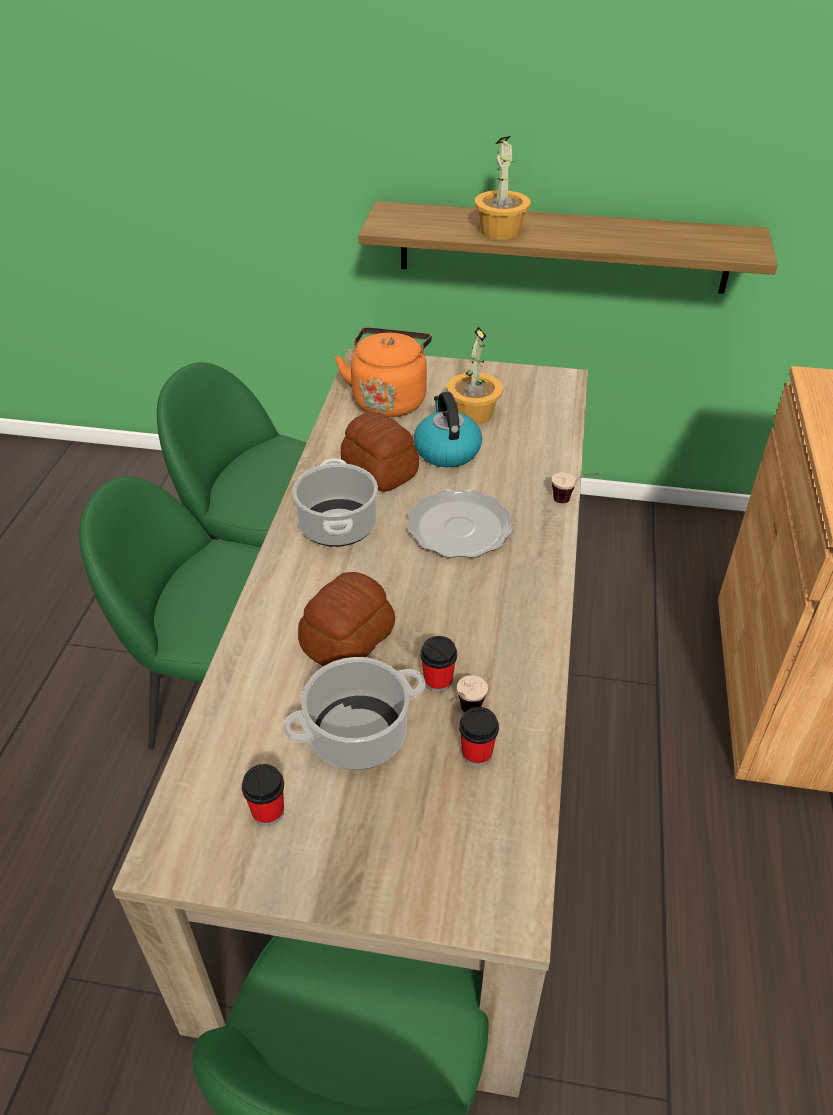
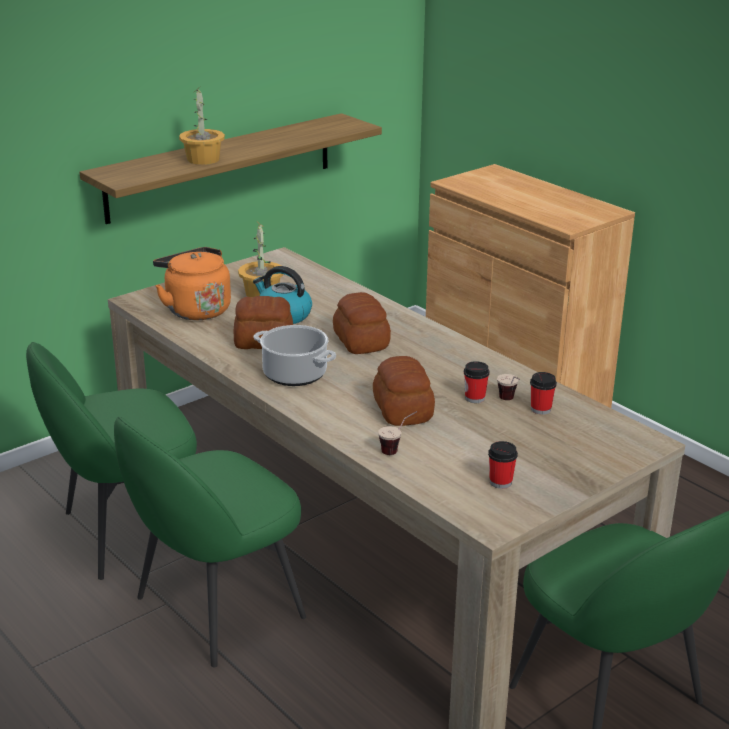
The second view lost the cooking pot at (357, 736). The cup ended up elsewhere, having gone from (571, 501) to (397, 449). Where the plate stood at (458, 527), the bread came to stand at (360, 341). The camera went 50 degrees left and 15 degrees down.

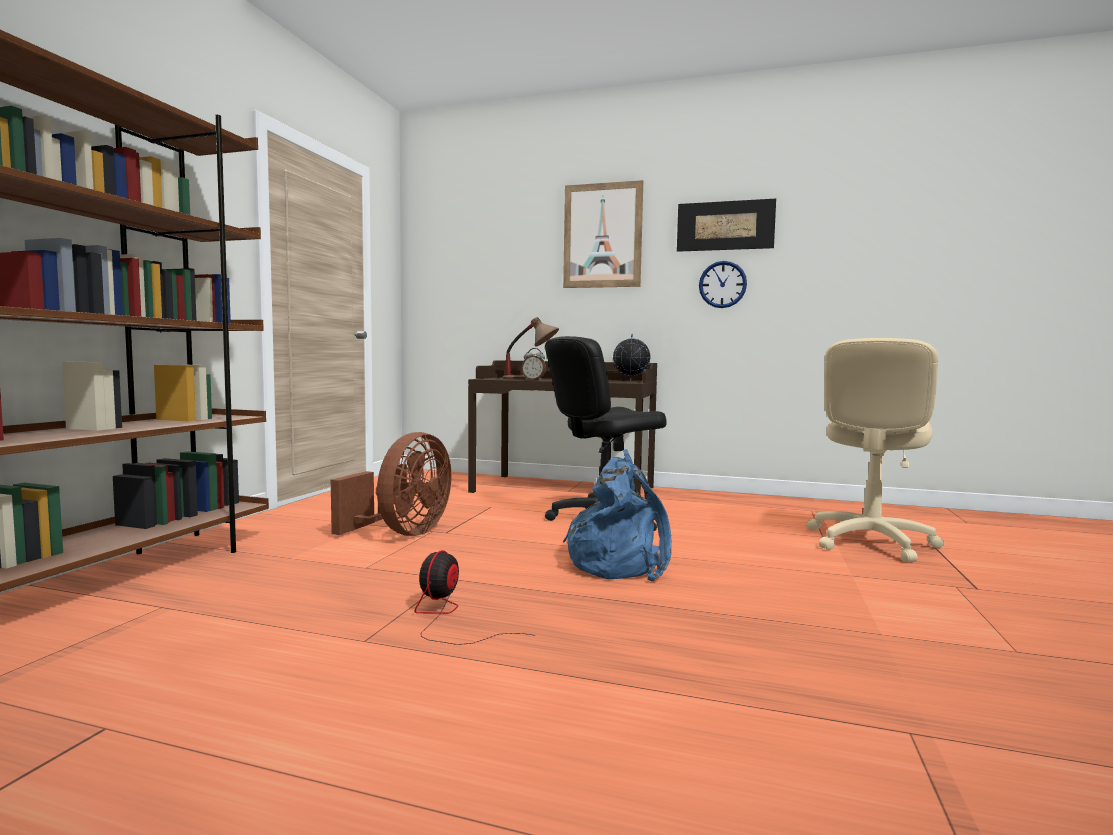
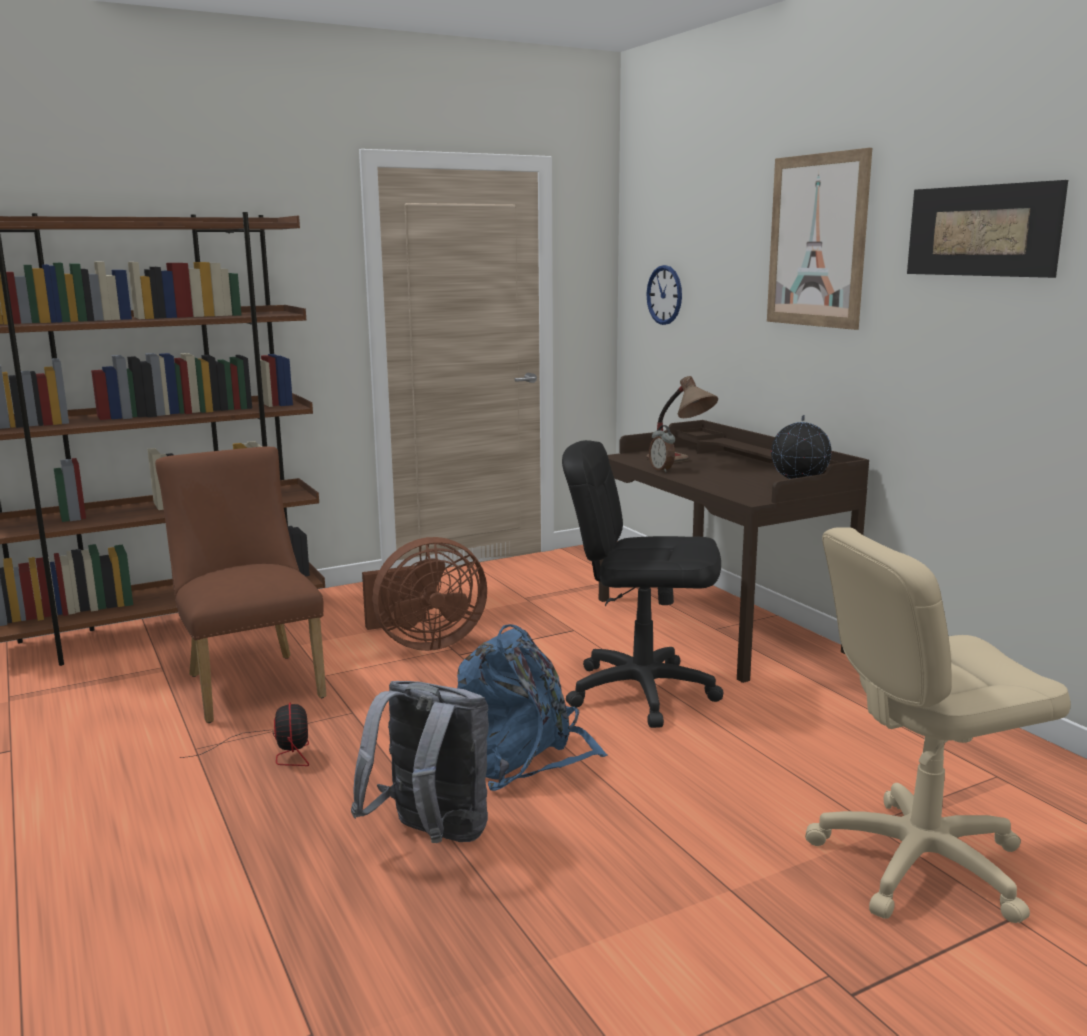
The second view gained the brown chair at (251, 682). The second view gained the grey backpack at (431, 837). The wall clock ended up elsewhere, having gone from (722, 284) to (664, 295). The fan at (448, 617) ended up facing another way, 105 degrees clockwise from before. The camera went 45 degrees right and 10 degrees up.

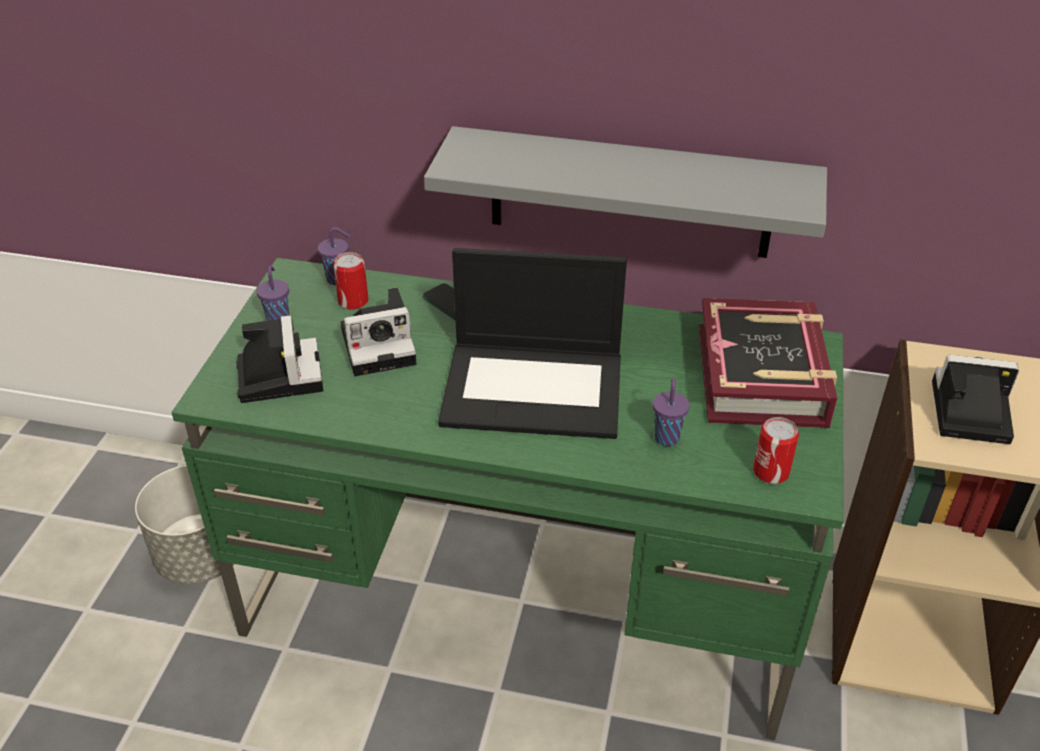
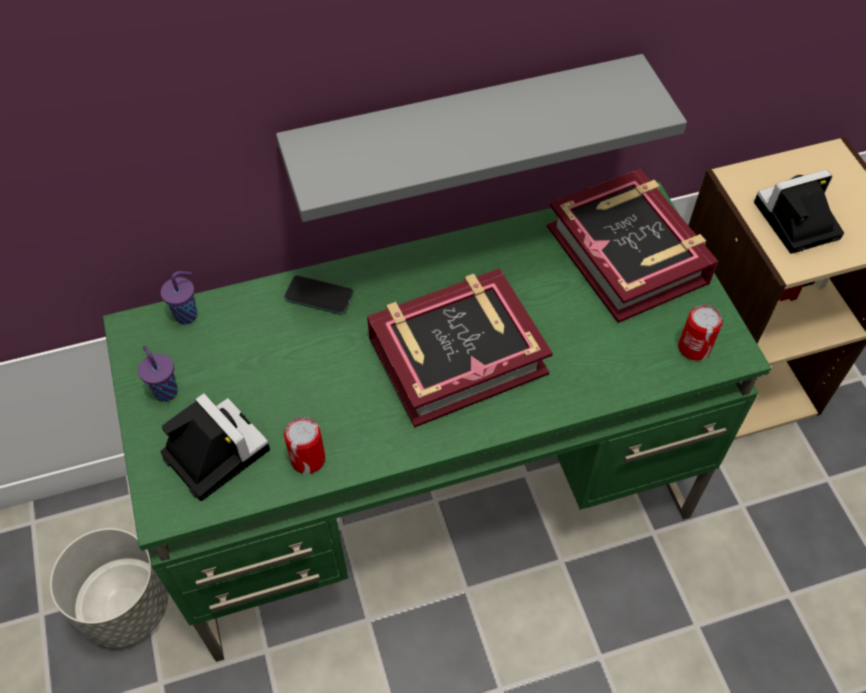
The second view lost the photo camera at (381, 345). The second view lost the purple cup at (666, 436). The can ended up elsewhere, having gone from (353, 301) to (308, 459). Where the laptop stood at (535, 388), the book came to stand at (457, 355). The camera went 30 degrees left and 15 degrees up.

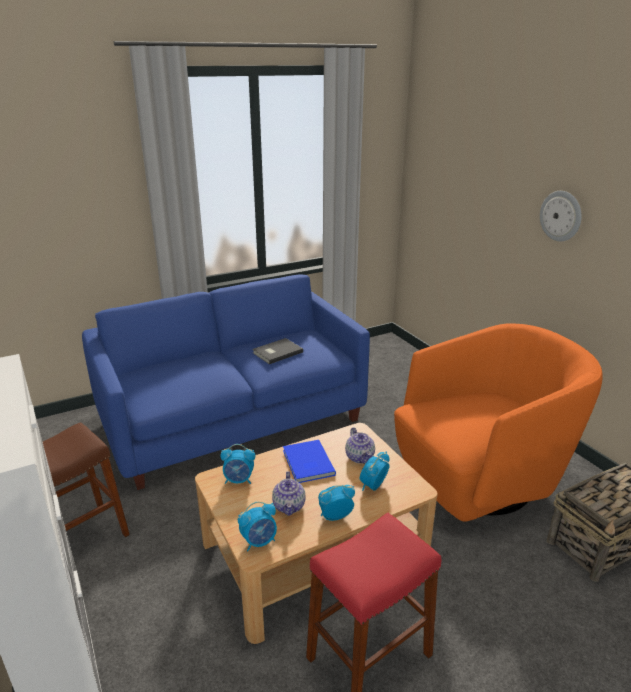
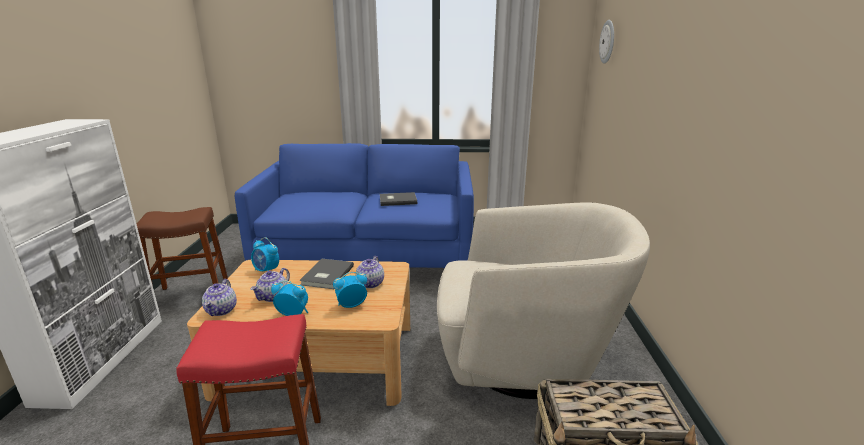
The wall clock ended up elsewhere, having gone from (561, 216) to (608, 42). Where the alarm clock stood at (259, 541), the teapot came to stand at (221, 310). What was the blue book at (307, 463) turned into the grey book at (326, 275). What was the orange armchair at (480, 478) turned into the beige armchair at (524, 359). The camera went 30 degrees right and 5 degrees down.

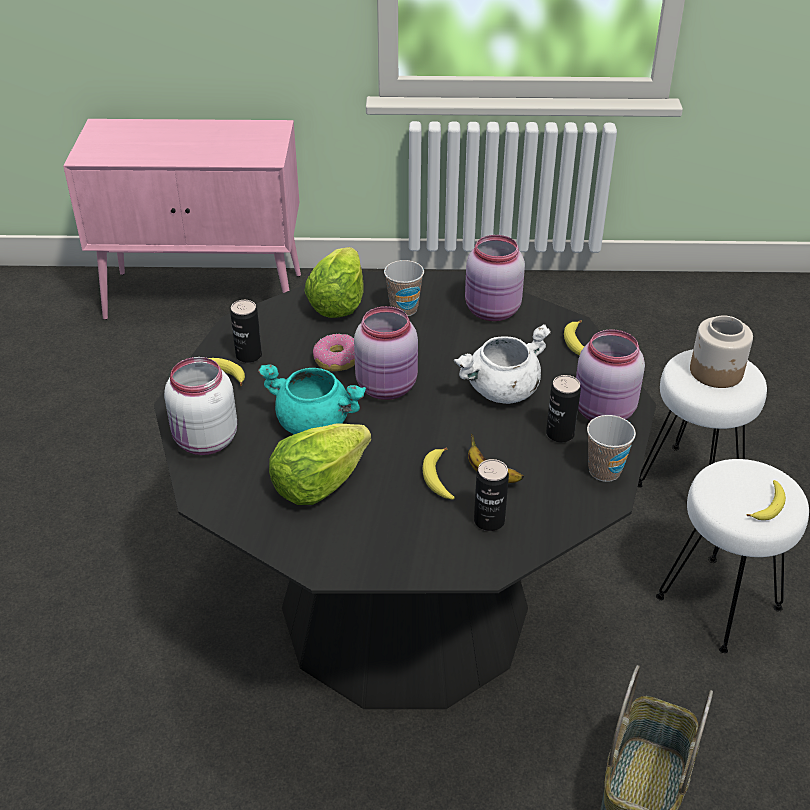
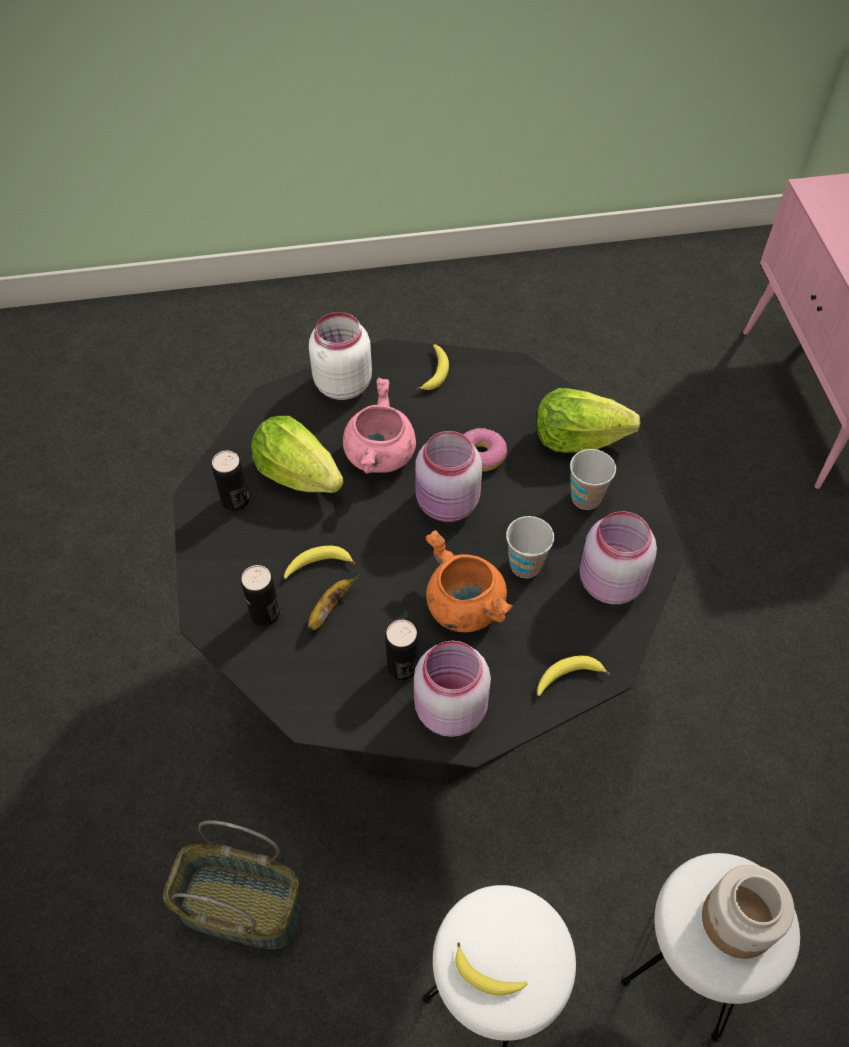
The can ended up elsewhere, having gone from (249, 356) to (235, 500). The cup ended up elsewhere, having gone from (604, 471) to (525, 565). What was the turquoise cooking pot at (315, 423) turned into the pink cooking pot at (381, 456). What was the white cooking pot at (502, 391) turned into the orange cooking pot at (463, 606). The camera went 80 degrees right and 15 degrees up.

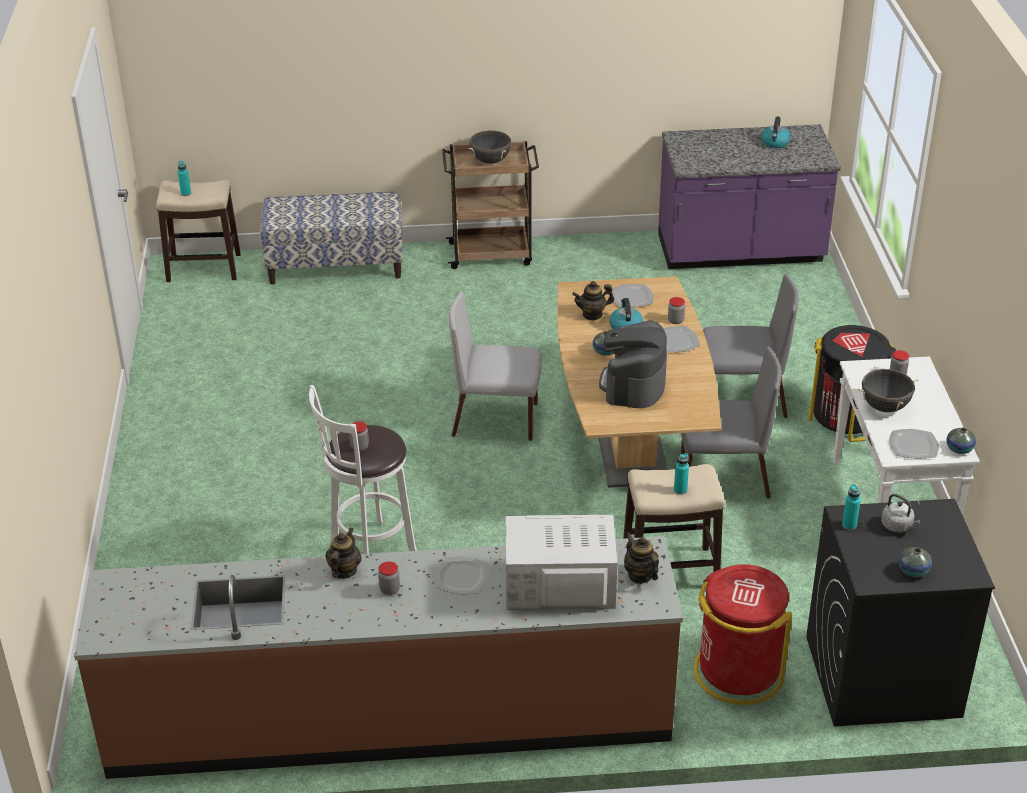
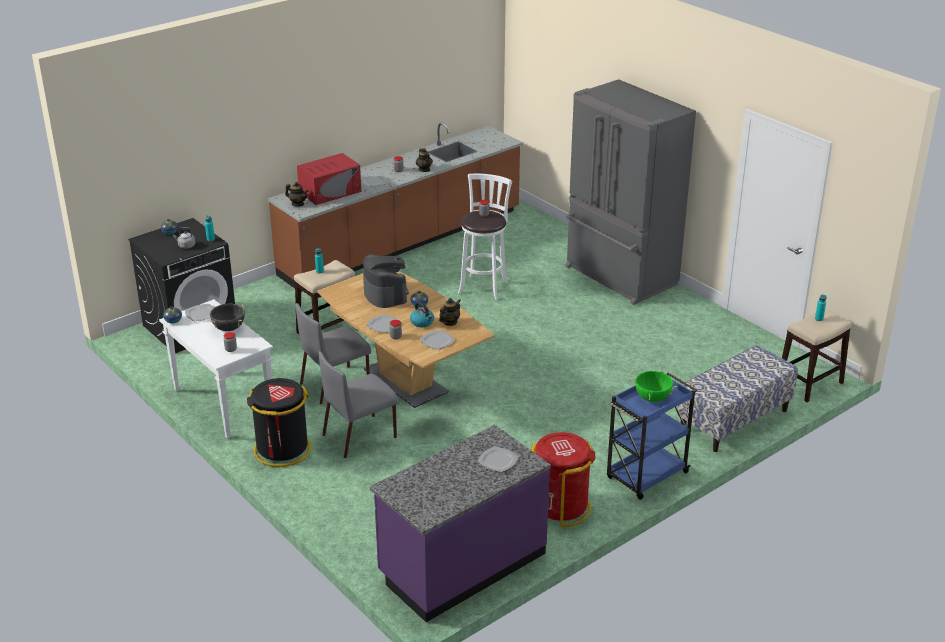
The second view lost the grey chair at (496, 420). The second view lost the kettle at (775, 143). The second view gained the plate at (498, 461). The second view gained the grey fridge at (619, 276). The red trash can ended up elsewhere, having gone from (737, 672) to (561, 507). What was the brown cart at (492, 254) turned into the blue cart at (646, 476). What was the black cooking pot at (490, 161) turned into the green cooking pot at (652, 398). What was the white microwave at (559, 584) turned into the red microwave at (330, 192). The camera went 145 degrees right and 5 degrees down.

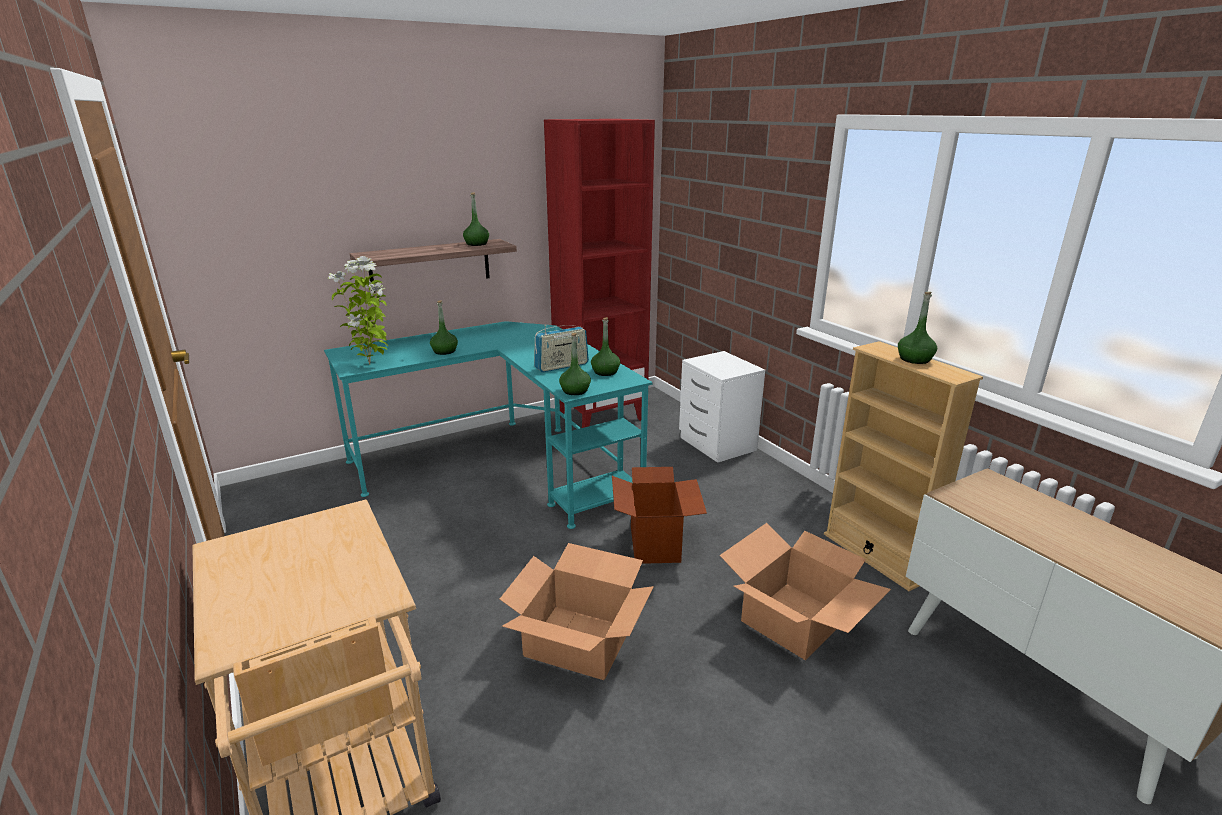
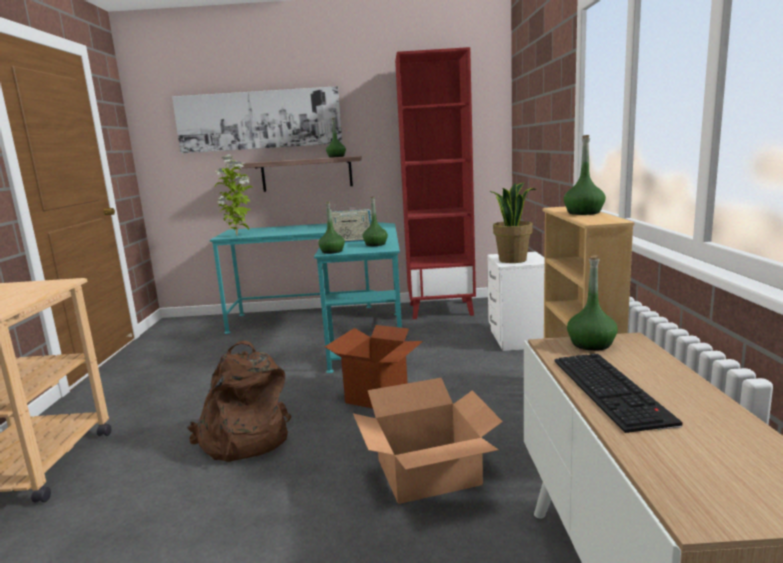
The second view gained the picture at (259, 120). The second view gained the potted plant at (512, 260). The second view gained the keyboard at (612, 390). The green bottle ended up elsewhere, having gone from (444, 351) to (591, 344). Where the cardboard box stood at (578, 640), the brown backpack came to stand at (243, 439). The camera went 30 degrees right and 10 degrees down.

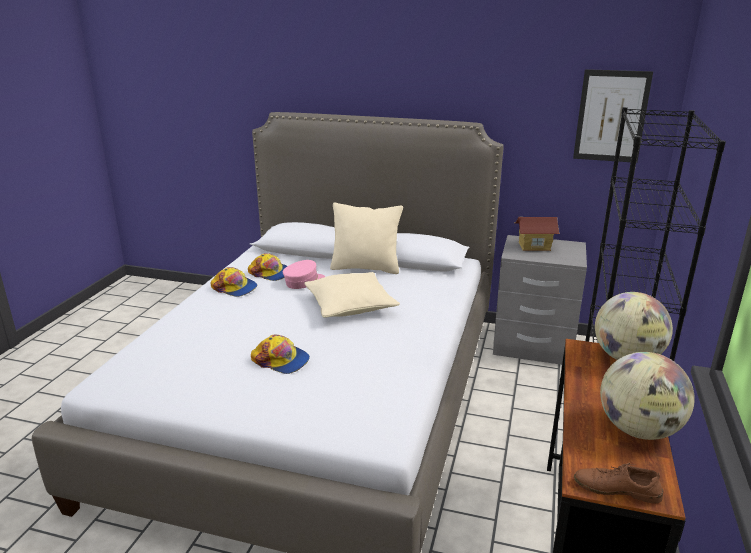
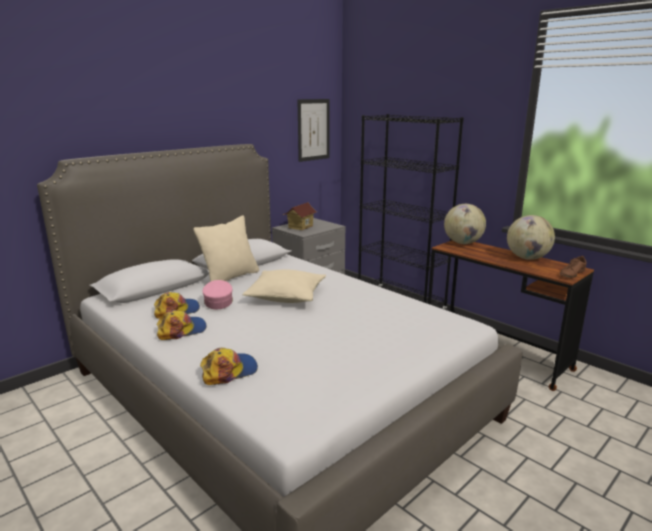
The cap ended up elsewhere, having gone from (281, 360) to (229, 371). The camera went 60 degrees left and 5 degrees down.

